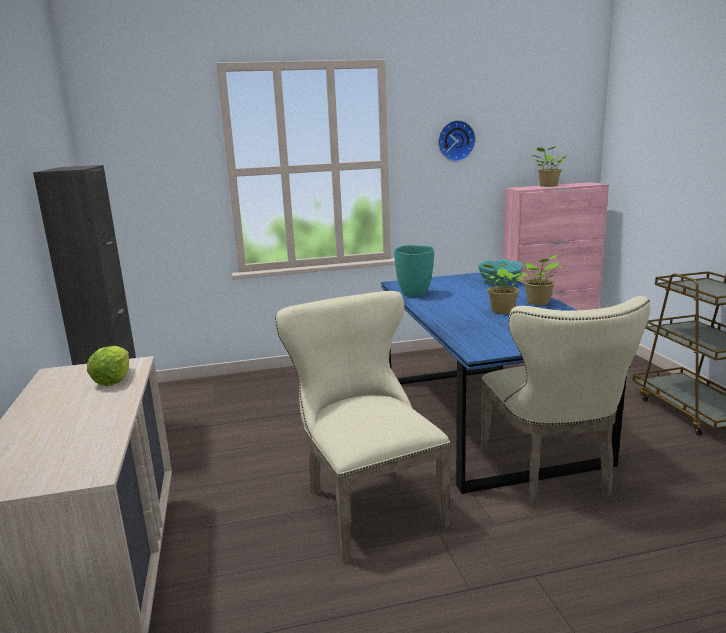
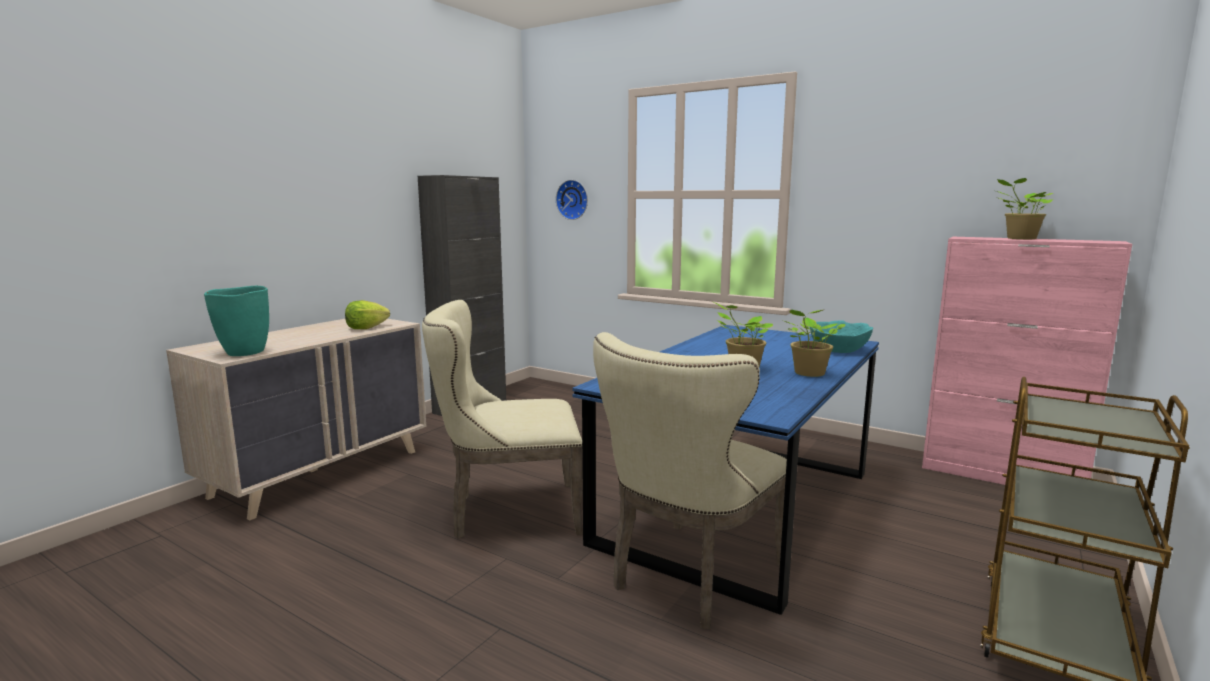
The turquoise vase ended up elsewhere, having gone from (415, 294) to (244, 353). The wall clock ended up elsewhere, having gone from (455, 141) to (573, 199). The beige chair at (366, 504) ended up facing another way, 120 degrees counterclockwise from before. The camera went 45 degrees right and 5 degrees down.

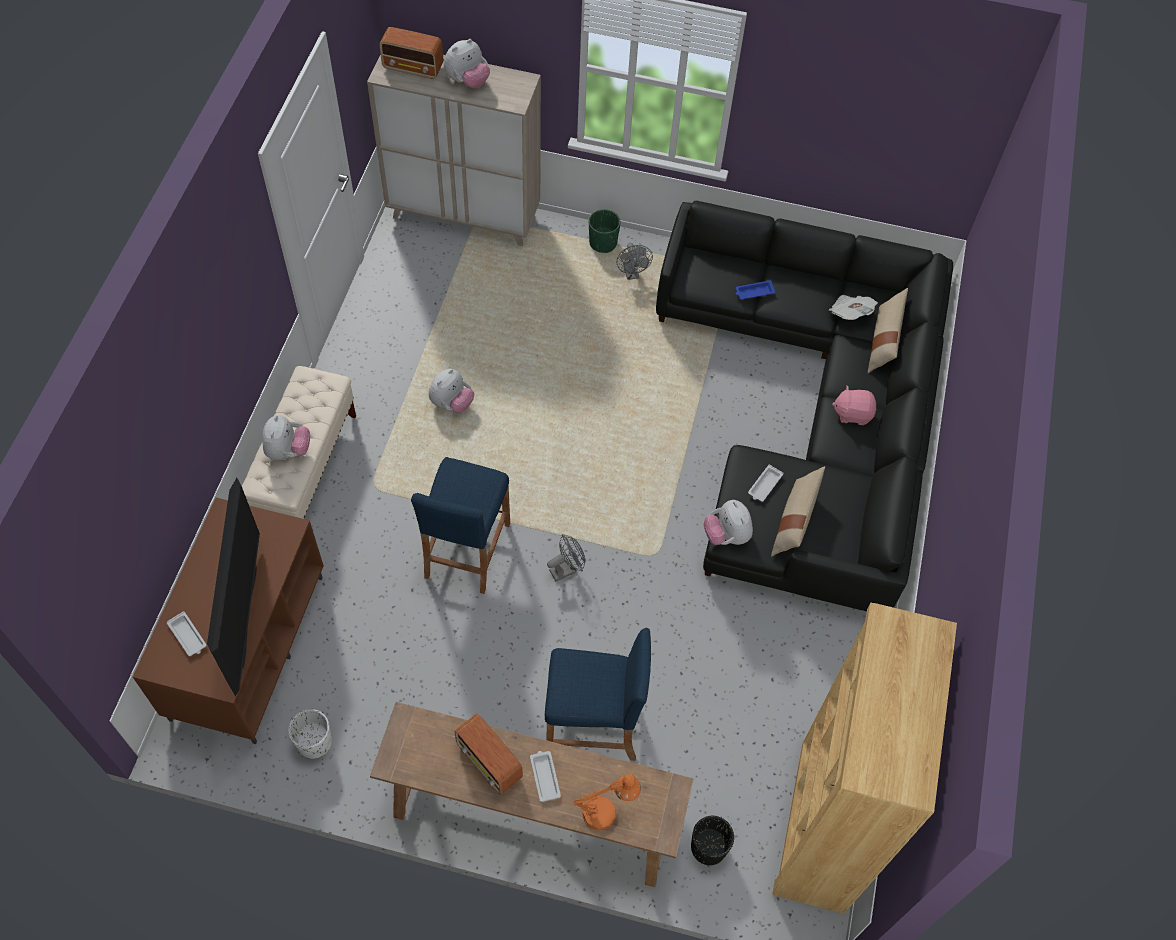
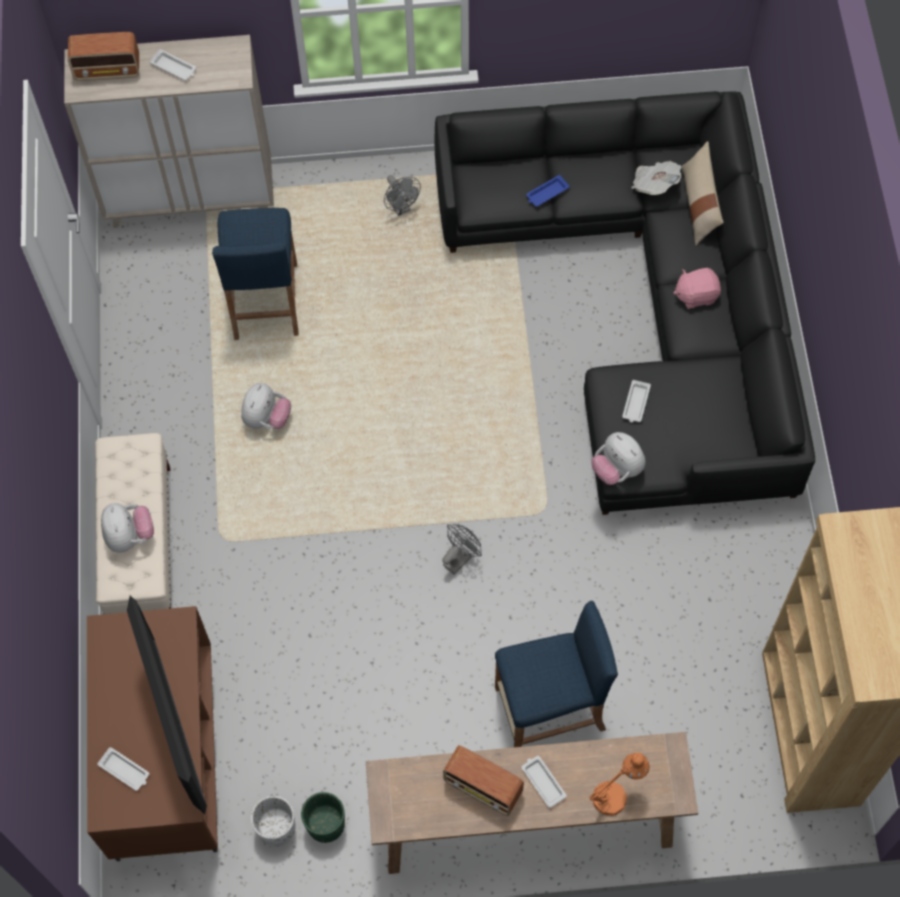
The second view lost the black planter at (708, 847). The second view lost the beige pillow at (794, 521). The blue stool ended up elsewhere, having gone from (466, 550) to (265, 301). The green planter ended up elsewhere, having gone from (603, 243) to (326, 824). Where the plush toy stood at (467, 81), the white tray came to stand at (174, 67). The camera went 15 degrees left and 5 degrees up.

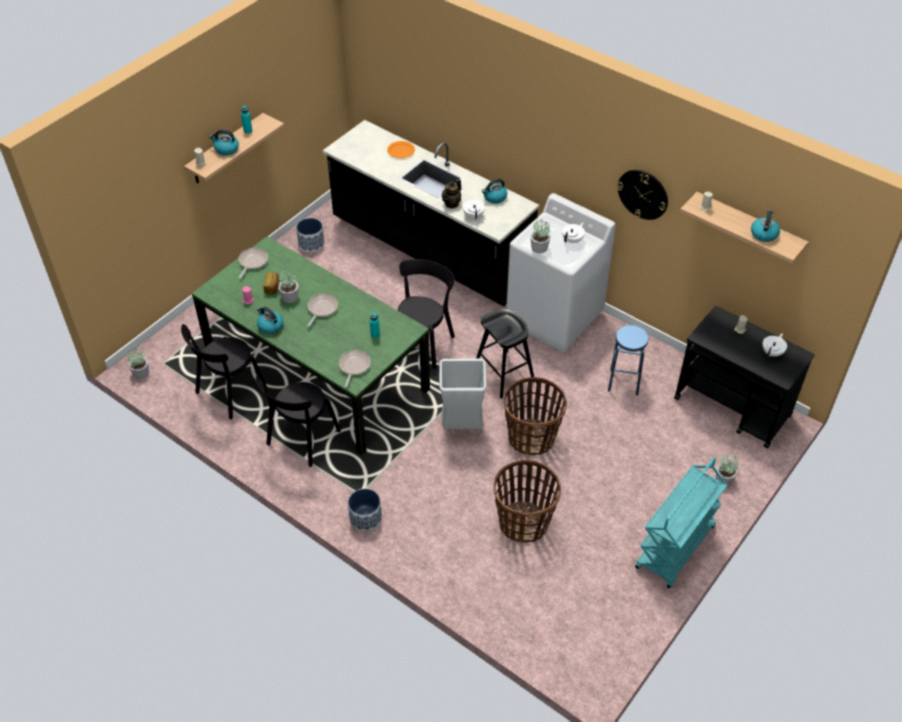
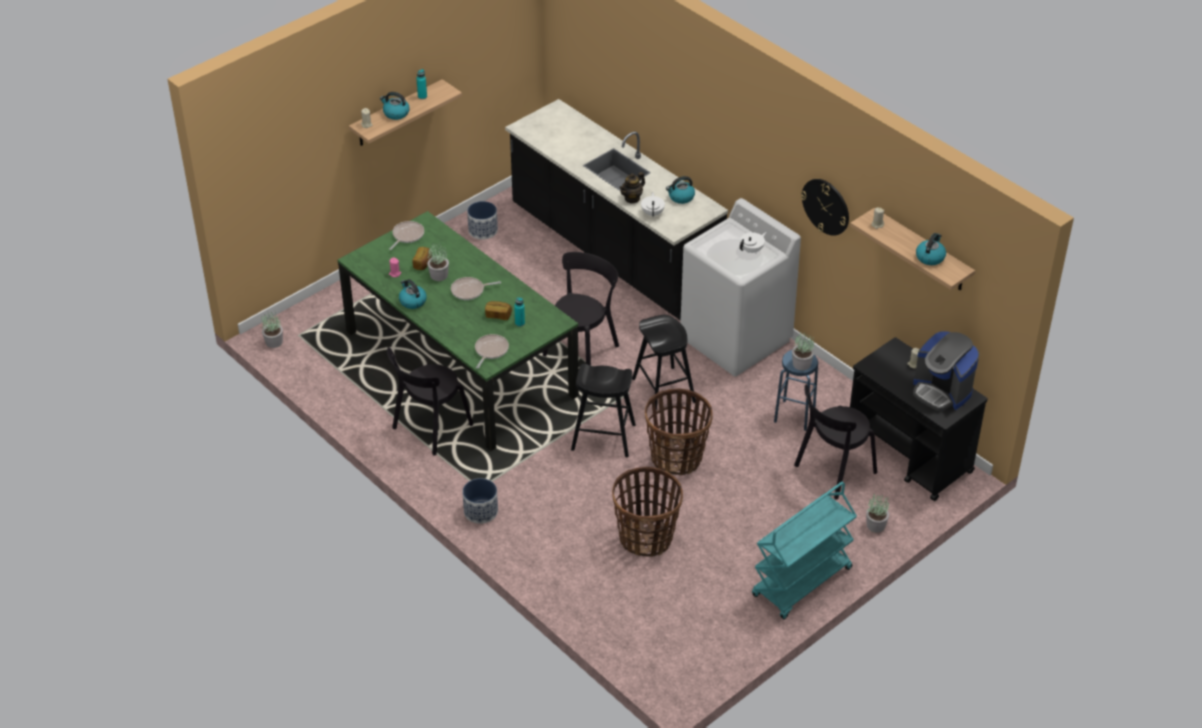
The second view lost the orange plate at (401, 151). The second view gained the bread at (498, 315). The black chair ended up elsewhere, having gone from (229, 393) to (832, 471). The potted plant ended up elsewhere, having gone from (539, 248) to (801, 364). Where the grey trash can stood at (461, 427), the black stool came to stand at (603, 437). Where the white teapot stood at (772, 352), the coffee machine came to stand at (941, 391). The frying pan at (322, 309) ended up facing another way, 135 degrees counterclockwise from before. The camera went 10 degrees right and 5 degrees down.

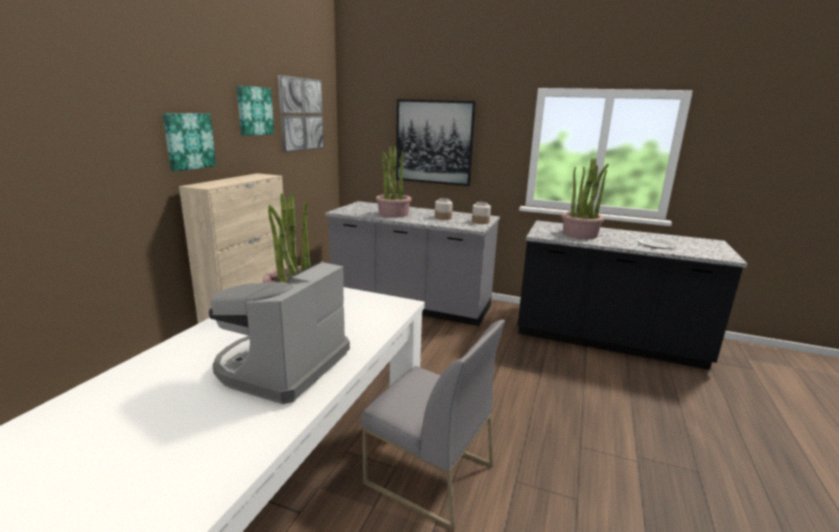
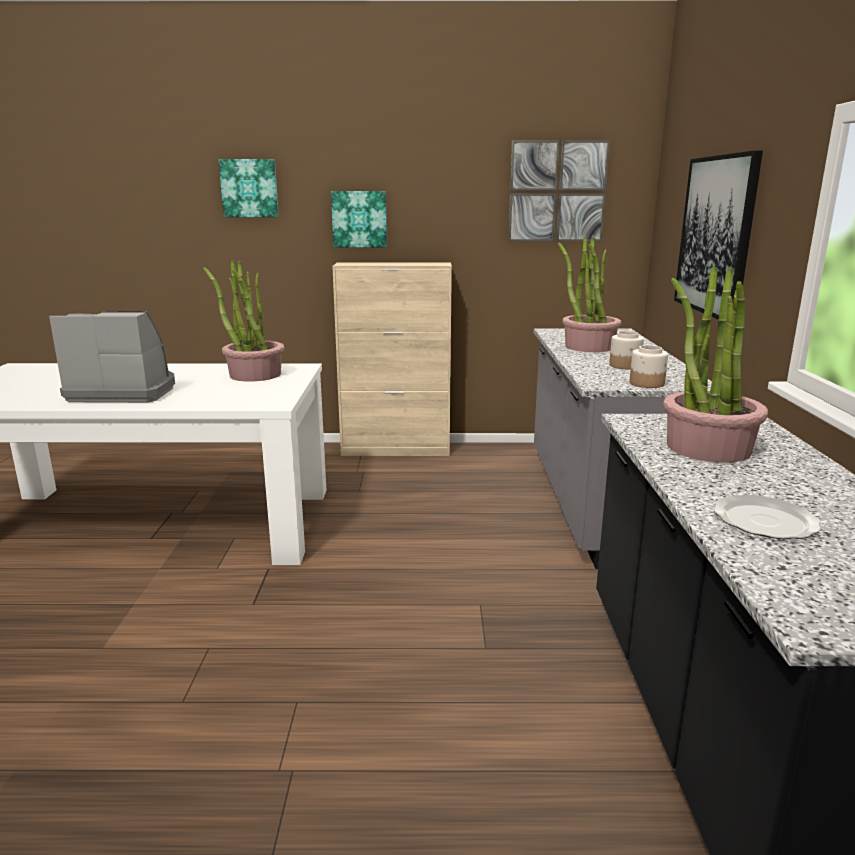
The second view lost the grey chair at (428, 474). The picture ended up elsewhere, having gone from (254, 111) to (249, 188). The camera went 70 degrees right and 0 degrees up.

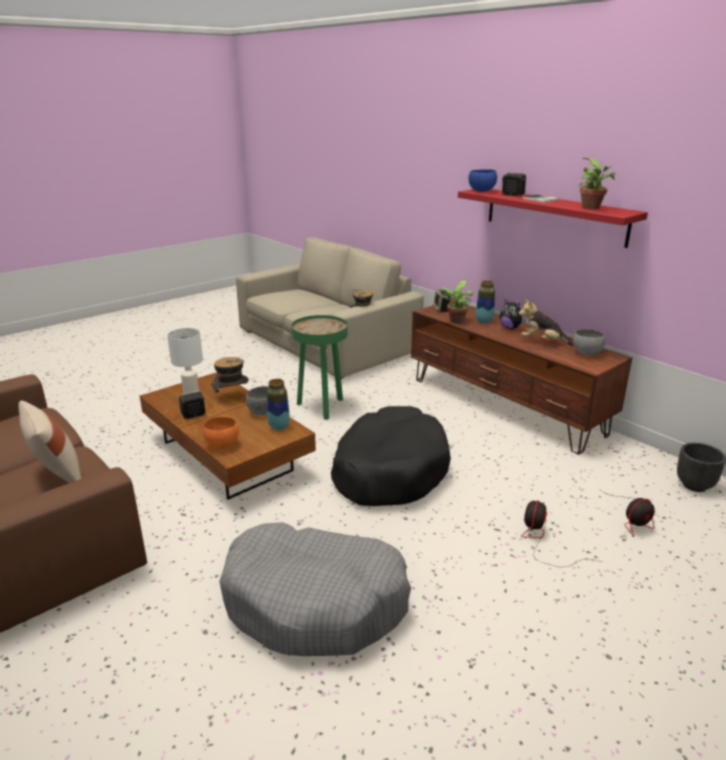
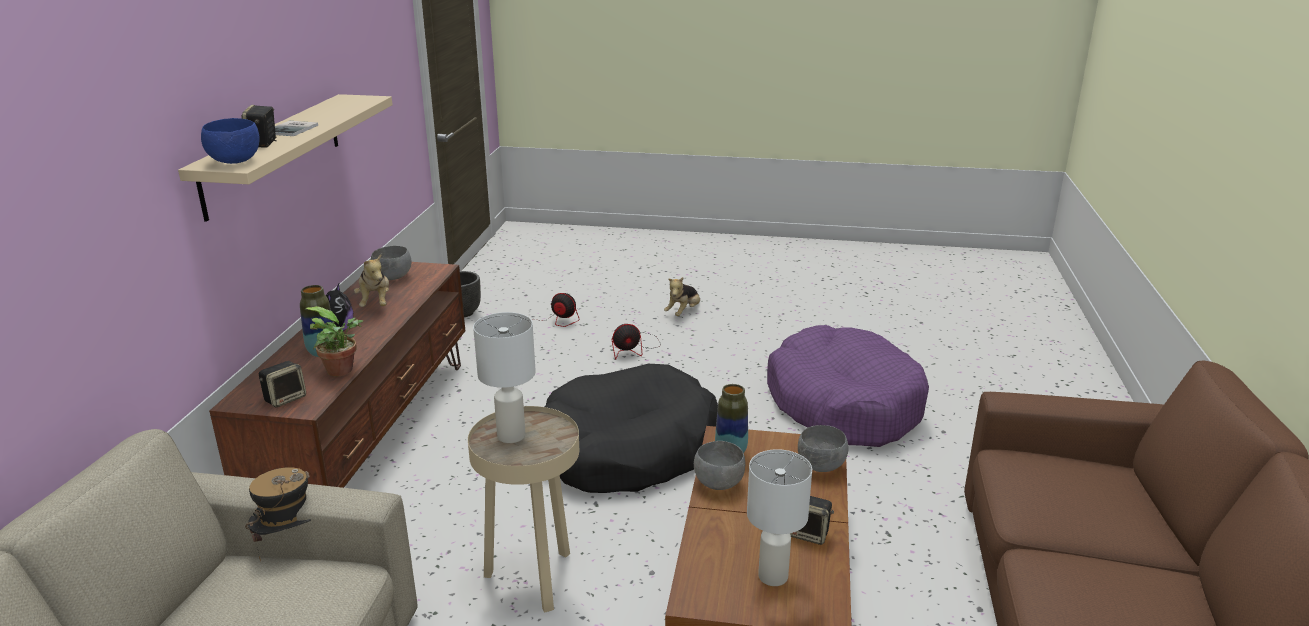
The second view lost the beige pillow at (57, 476). The second view lost the hat at (232, 397). The second view lost the potted plant at (592, 208). The second view gained the white table lamp at (511, 435). The second view gained the plush toy at (683, 312). What was the orange bowl at (221, 445) turned into the grey bowl at (821, 467). What was the grey dog bed at (315, 602) turned into the purple dog bed at (844, 404). What was the green side table at (322, 408) turned into the beige side table at (534, 579). What was the red shelf at (554, 216) turned into the beige shelf at (273, 153). The camera went 130 degrees left and 0 degrees up.

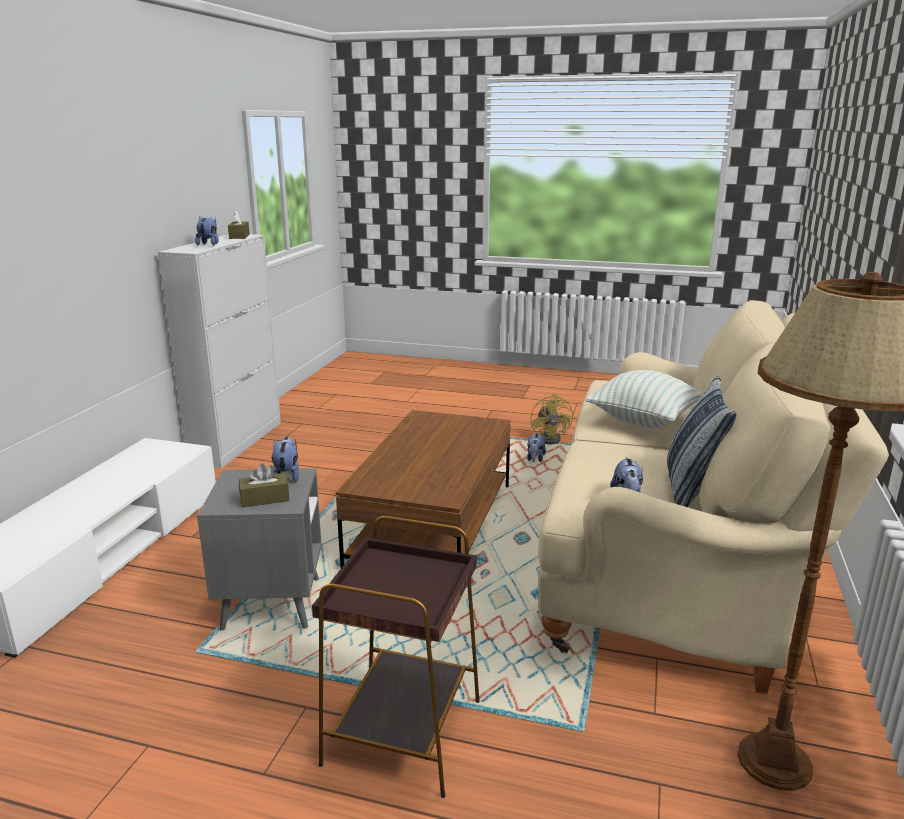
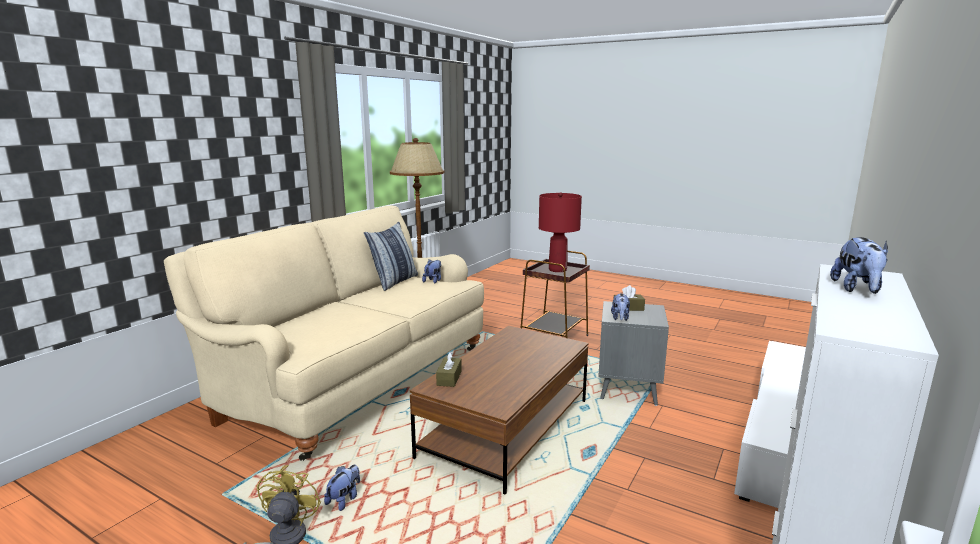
The second view lost the pillow at (643, 420). The second view gained the red table lamp at (557, 270). The brown tissue box ended up elsewhere, having gone from (239, 236) to (449, 378). The camera went 165 degrees left and 5 degrees down.

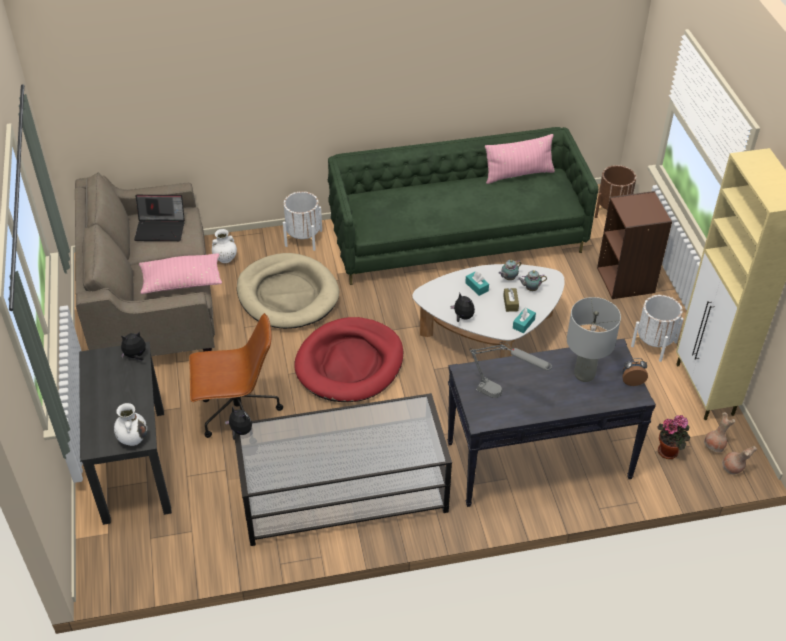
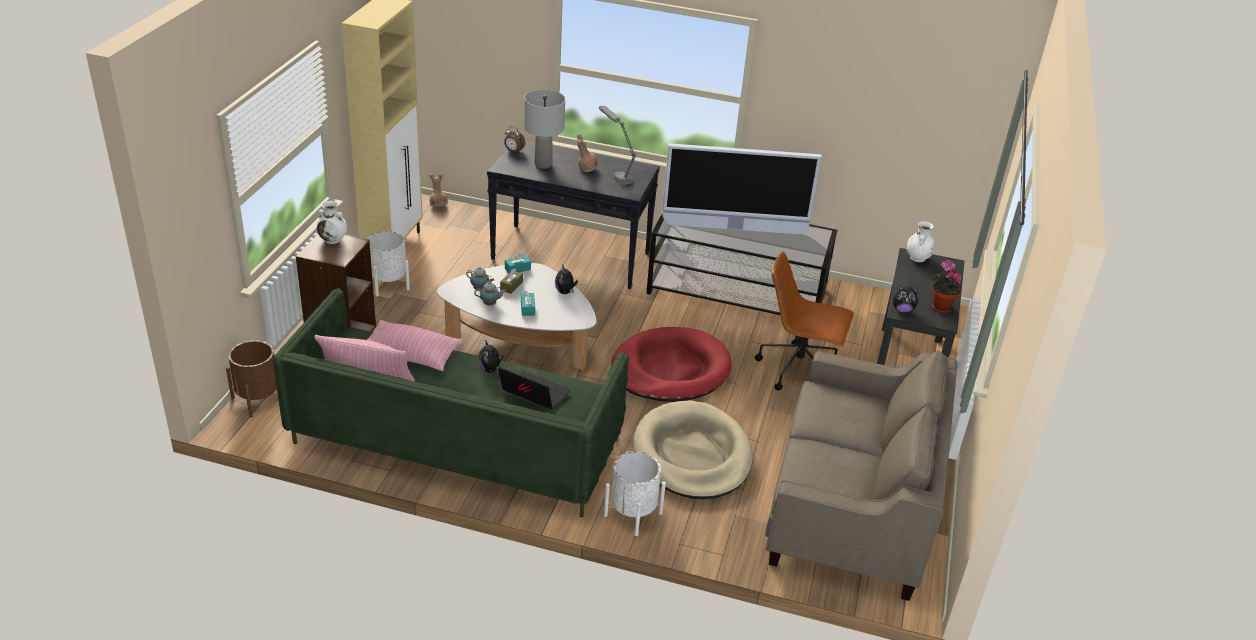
The second view gained the television at (734, 228). The laptop ended up elsewhere, having gone from (161, 229) to (533, 394). The pink pillow ended up elsewhere, having gone from (181, 282) to (411, 356). The white vase ended up elsewhere, having gone from (225, 259) to (333, 239). The plush toy ended up elsewhere, having gone from (240, 432) to (491, 369). The potted plant ended up elsewhere, having gone from (669, 451) to (939, 307). The brown vase ended up elsewhere, having gone from (714, 446) to (586, 169). The camera went 155 degrees left and 10 degrees down.

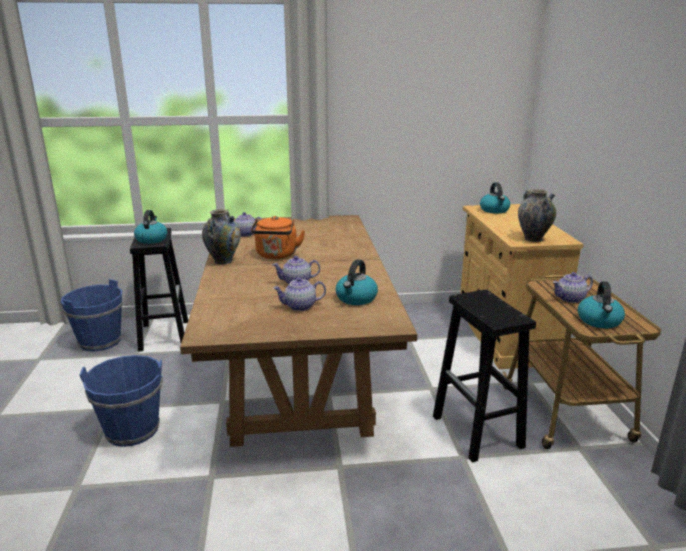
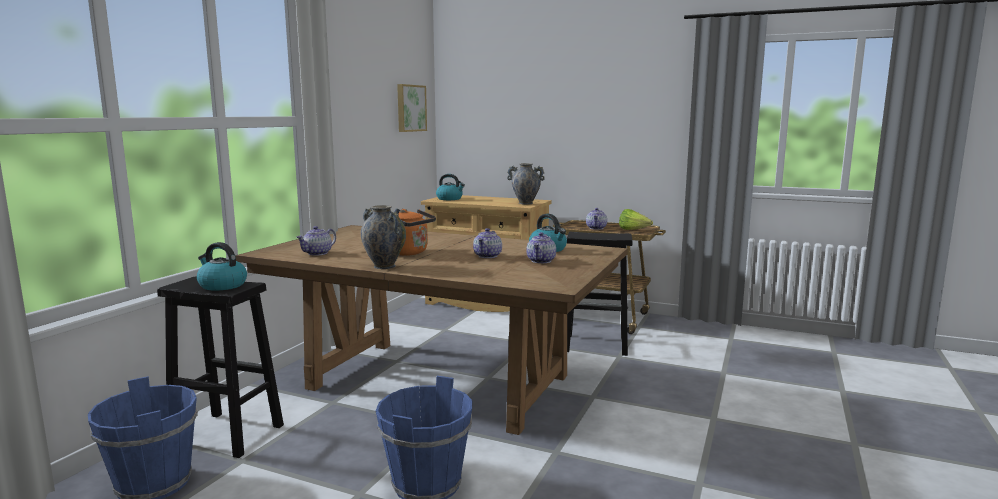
The second view gained the picture at (410, 108). Where the kettle stood at (599, 321), the lettuce came to stand at (633, 230). The camera went 60 degrees left and 10 degrees down.

